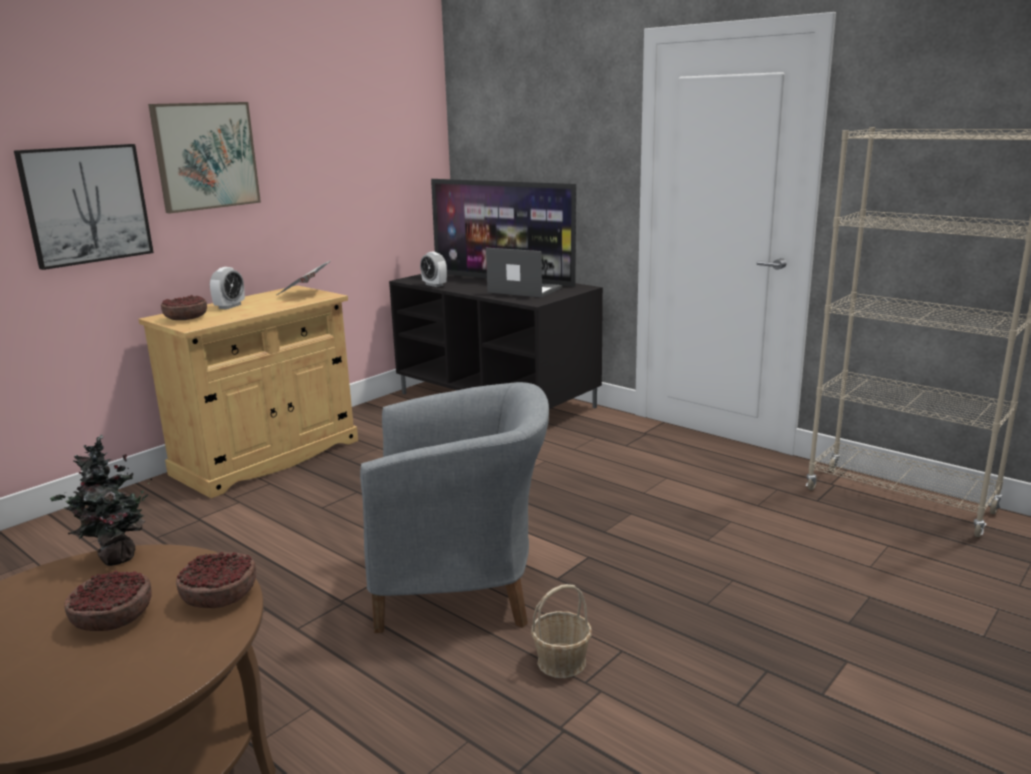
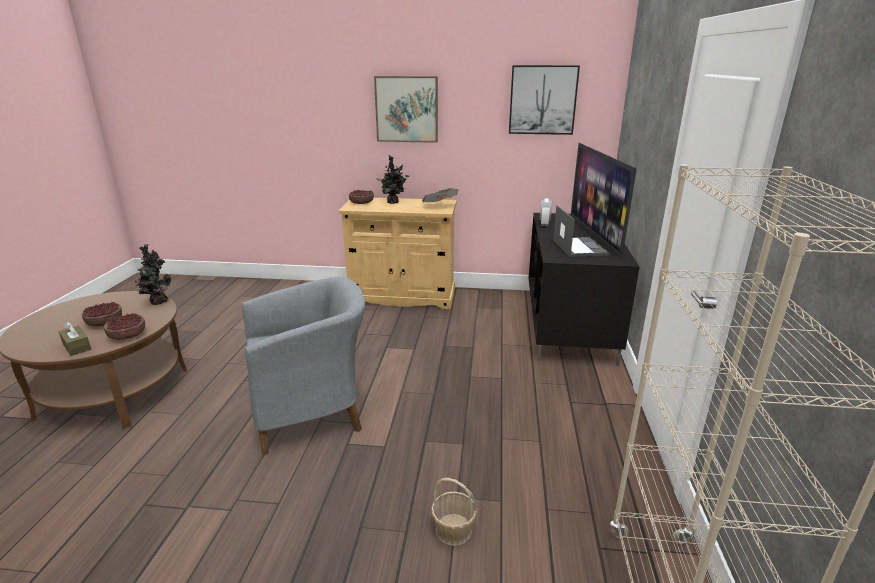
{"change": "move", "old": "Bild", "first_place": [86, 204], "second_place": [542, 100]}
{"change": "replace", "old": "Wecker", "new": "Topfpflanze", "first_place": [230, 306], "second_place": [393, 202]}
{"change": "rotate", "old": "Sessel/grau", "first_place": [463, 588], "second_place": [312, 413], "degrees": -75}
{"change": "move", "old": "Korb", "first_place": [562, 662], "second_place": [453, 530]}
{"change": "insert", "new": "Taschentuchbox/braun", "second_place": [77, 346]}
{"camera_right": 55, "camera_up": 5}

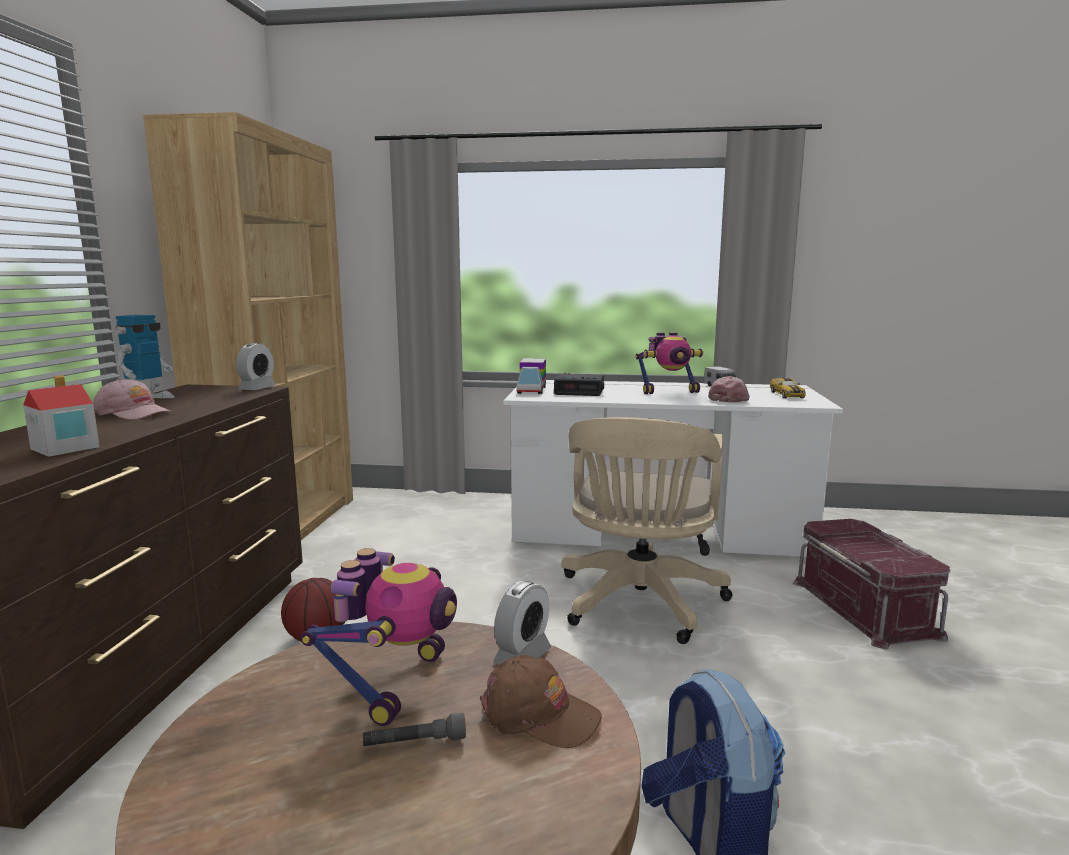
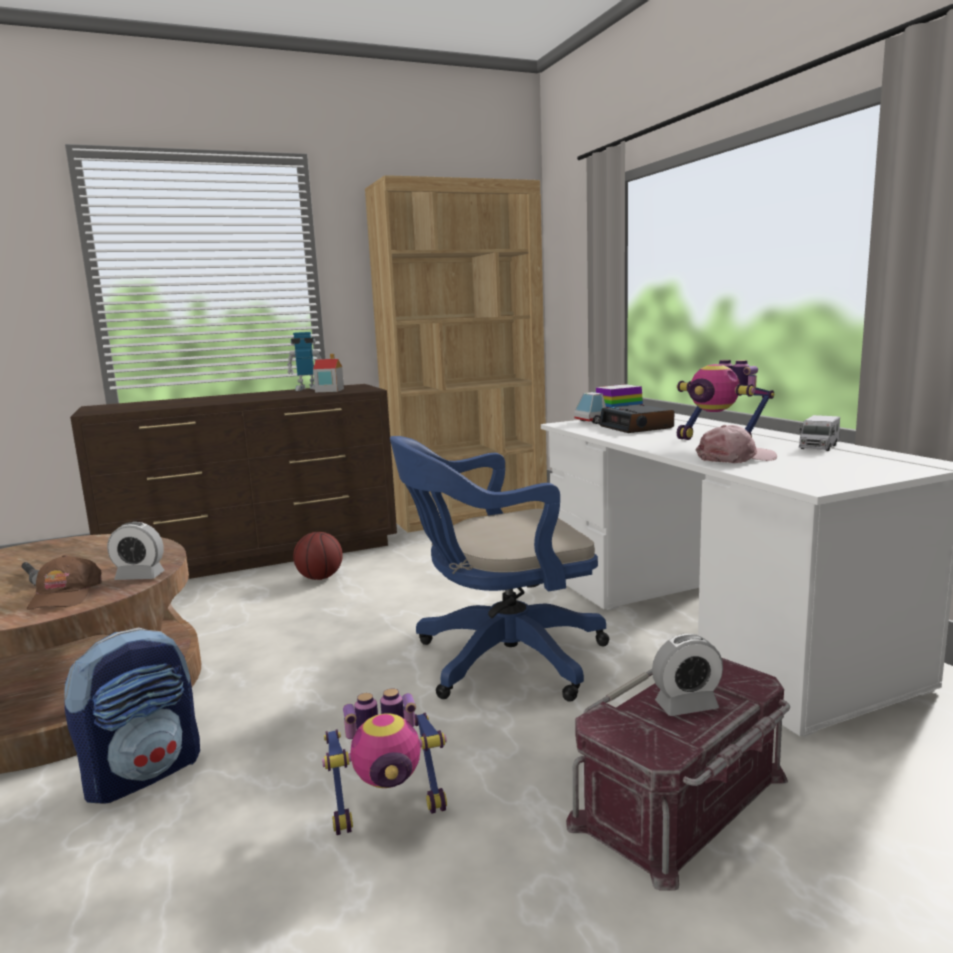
{"change": "move", "old": "Wecker", "first_place": [257, 388], "second_place": [686, 705]}
{"change": "move", "old": "Spielzeughaus", "first_place": [64, 448], "second_place": [329, 390]}
{"change": "delete", "old": "Spielzeugauto", "first_place": [786, 395]}
{"change": "delete", "old": "Kappe/rosa", "first_place": [134, 413]}
{"change": "recolor", "old": "Bürostuhl/beige", "new": "Bürostuhl/blau", "first_place": [639, 604], "second_place": [500, 660]}
{"change": "move", "old": "Spielzeugroboter", "first_place": [394, 683], "second_place": [389, 810]}
{"camera_right": 60, "camera_up": 0}

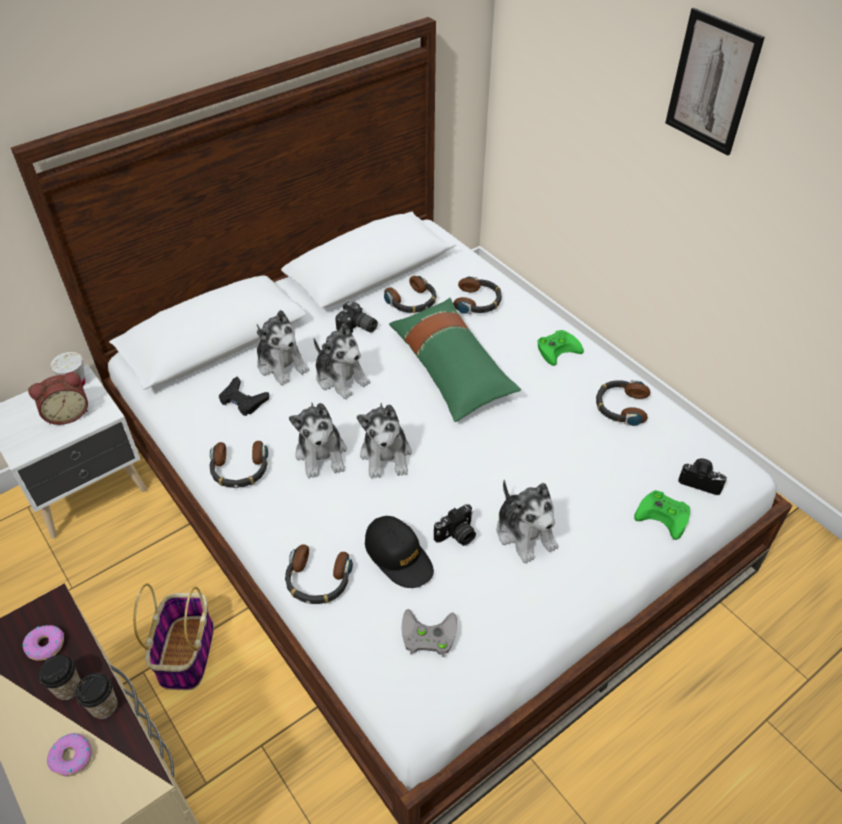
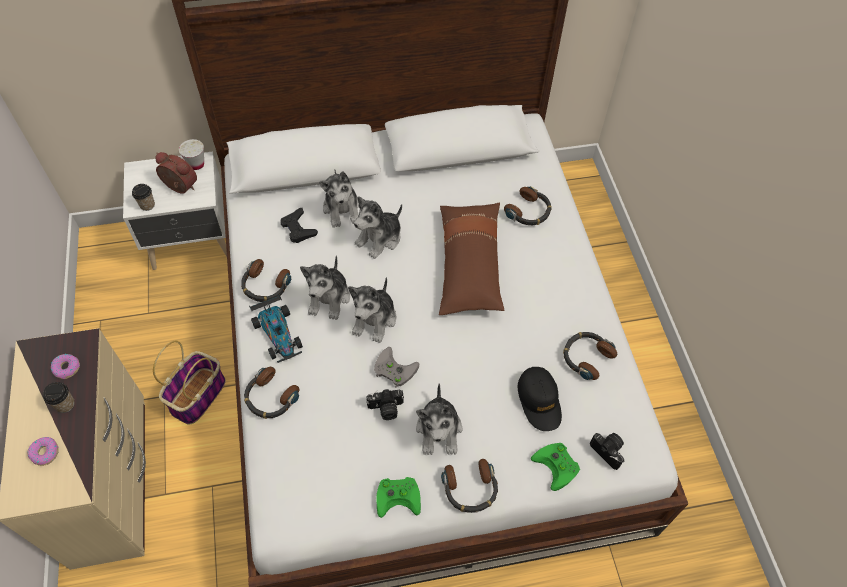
{"change": "delete", "old": "Bild", "first_place": [712, 82]}
{"change": "move", "old": "Kopfhörer", "first_place": [412, 301], "second_place": [470, 489]}
{"change": "recolor", "old": "Kissen/grün", "new": "Kissen/braun", "first_place": [451, 369], "second_place": [469, 265]}
{"change": "delete", "old": "Kamera", "first_place": [357, 328]}
{"change": "rotate", "old": "Plüschtier", "first_place": [341, 378], "second_place": [380, 238], "degrees": 60}
{"change": "move", "old": "Gamepad/grün", "first_place": [558, 348], "second_place": [399, 496]}
{"change": "rotate", "old": "Wecker", "first_place": [67, 413], "second_place": [179, 187], "degrees": -150}
{"change": "move", "old": "Kappe/schwarz", "first_place": [399, 556], "second_place": [539, 401]}
{"change": "move", "old": "Gamepad/grau", "first_place": [426, 636], "second_place": [393, 369]}
{"change": "move", "old": "Tasse", "first_place": [104, 706], "second_place": [147, 205]}
{"change": "insert", "new": "Spielzeugauto", "second_place": [278, 334]}
{"camera_right": 25, "camera_up": 10}

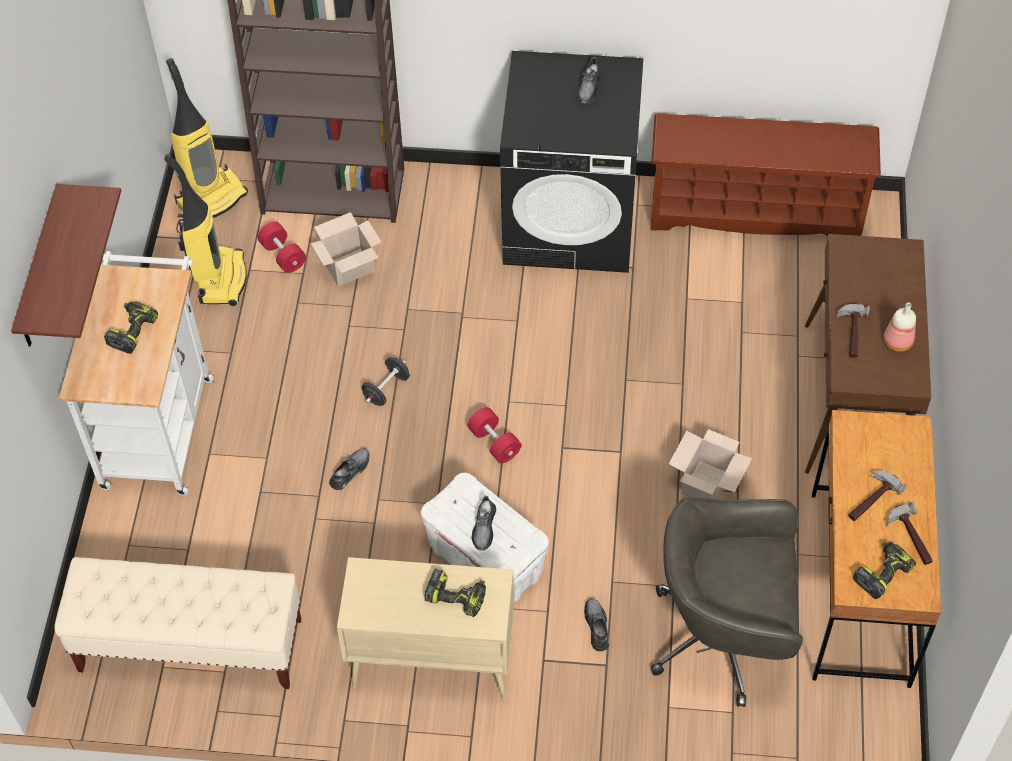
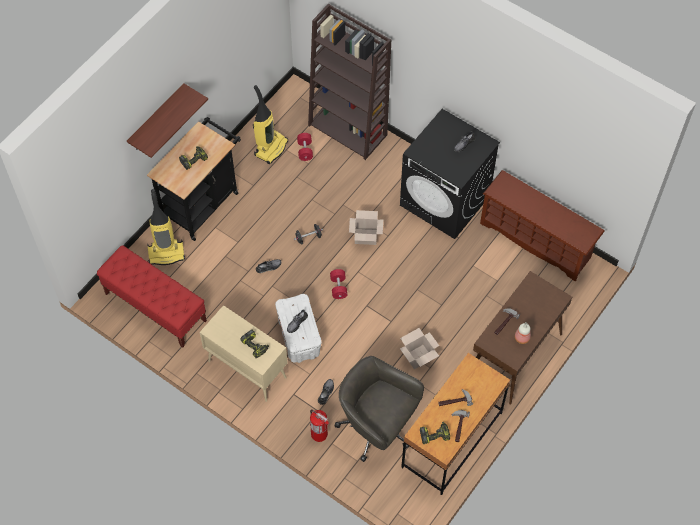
{"change": "move", "old": "Staubsauger", "first_place": [211, 198], "second_place": [166, 253]}
{"change": "move", "old": "Karton", "first_place": [348, 268], "second_place": [365, 237]}
{"change": "recolor", "old": "Rollwagen/weiß", "new": "Rollwagen/schwarz", "first_place": [159, 424], "second_place": [203, 202]}
{"change": "recolor", "old": "Bank/beige", "new": "Bank/rot", "first_place": [190, 645], "second_place": [155, 307]}
{"change": "insert", "new": "Feuerlöscher", "second_place": [319, 434]}
{"camera_right": 30, "camera_up": 5}

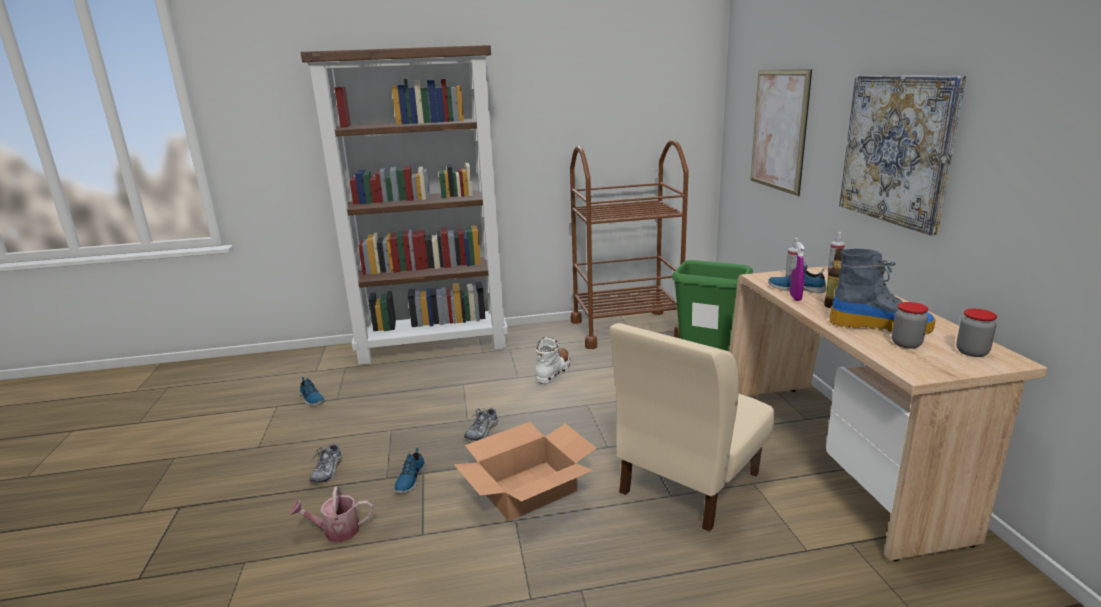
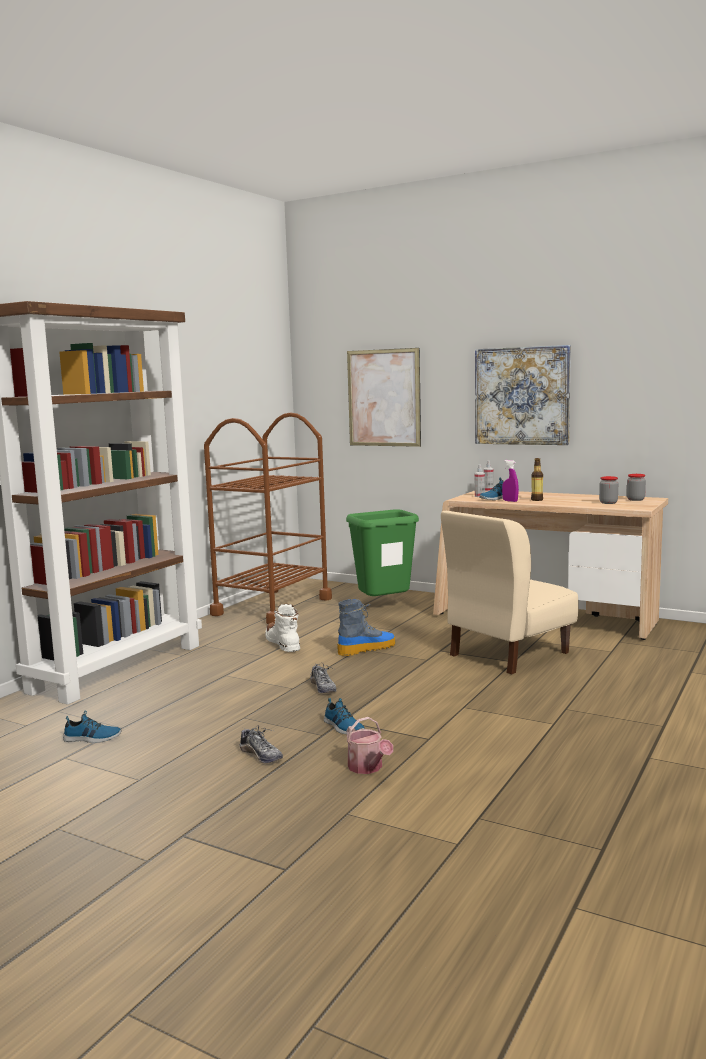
{"change": "move", "old": "Stiefel", "first_place": [880, 326], "second_place": [366, 649]}
{"change": "rotate", "old": "Stuhl/beige", "first_place": [688, 483], "second_place": [507, 654], "degrees": 60}
{"change": "delete", "old": "Karton", "first_place": [528, 489]}
{"change": "rotate", "old": "Gießkanne", "first_place": [336, 531], "second_place": [368, 768], "degrees": -60}
{"camera_right": -50, "camera_up": -10}

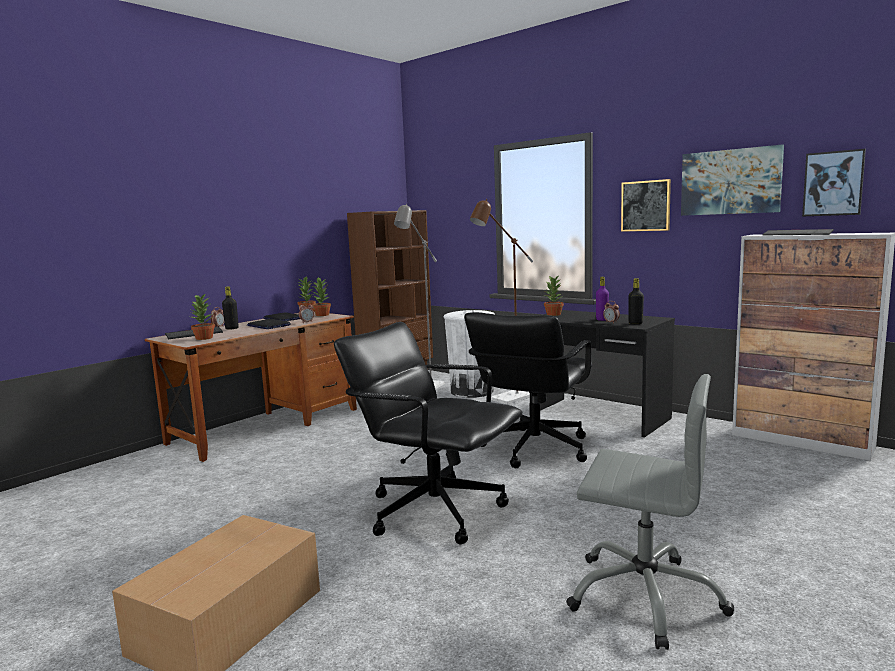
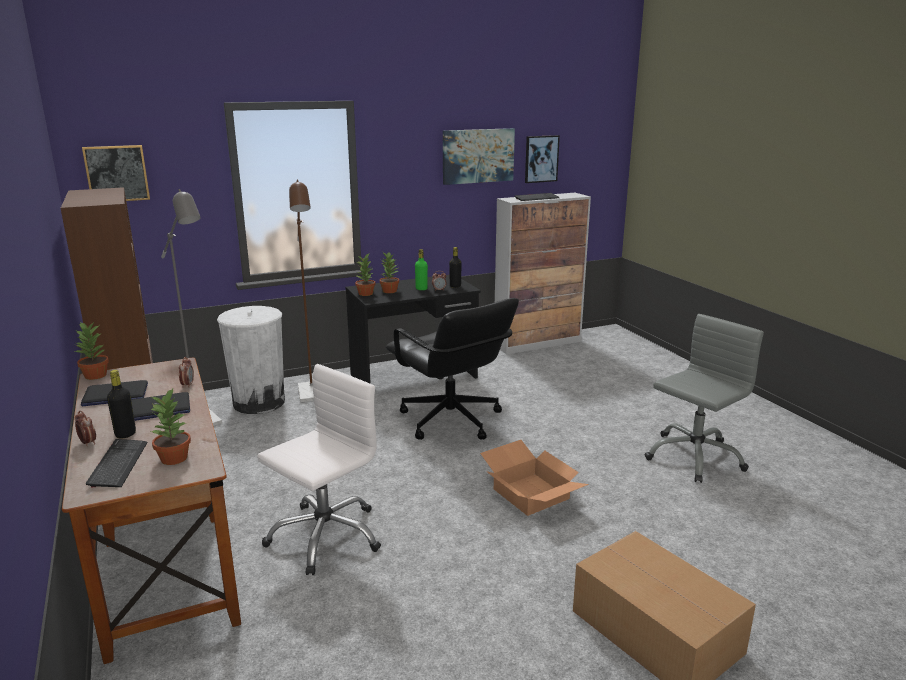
{"change": "move", "old": "Bild", "first_place": [645, 206], "second_place": [116, 173]}
{"change": "move", "old": "Topfpflanze", "first_place": [322, 315], "second_place": [389, 291]}
{"change": "recolor", "old": "Flasche/lila", "new": "Flasche/grün", "first_place": [602, 319], "second_place": [421, 289]}
{"change": "replace", "old": "Bürostuhl/schwarz", "new": "Karton", "first_place": [434, 510], "second_place": [529, 494]}
{"change": "insert", "new": "Bürostuhl/weiß", "second_place": [325, 536]}
{"camera_right": -65, "camera_up": 10}

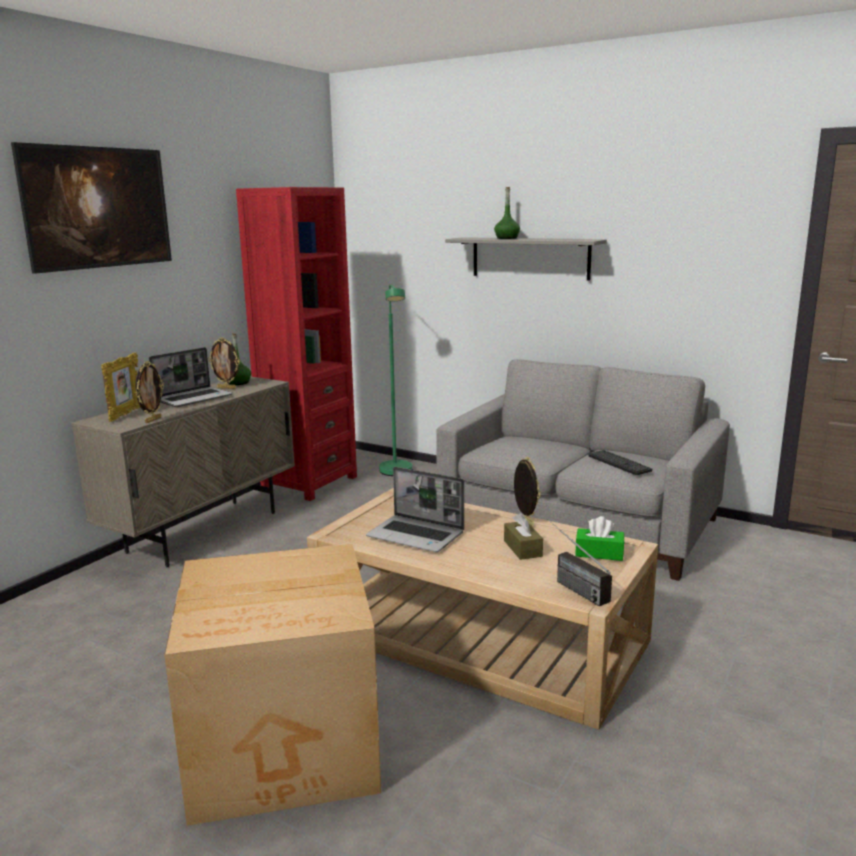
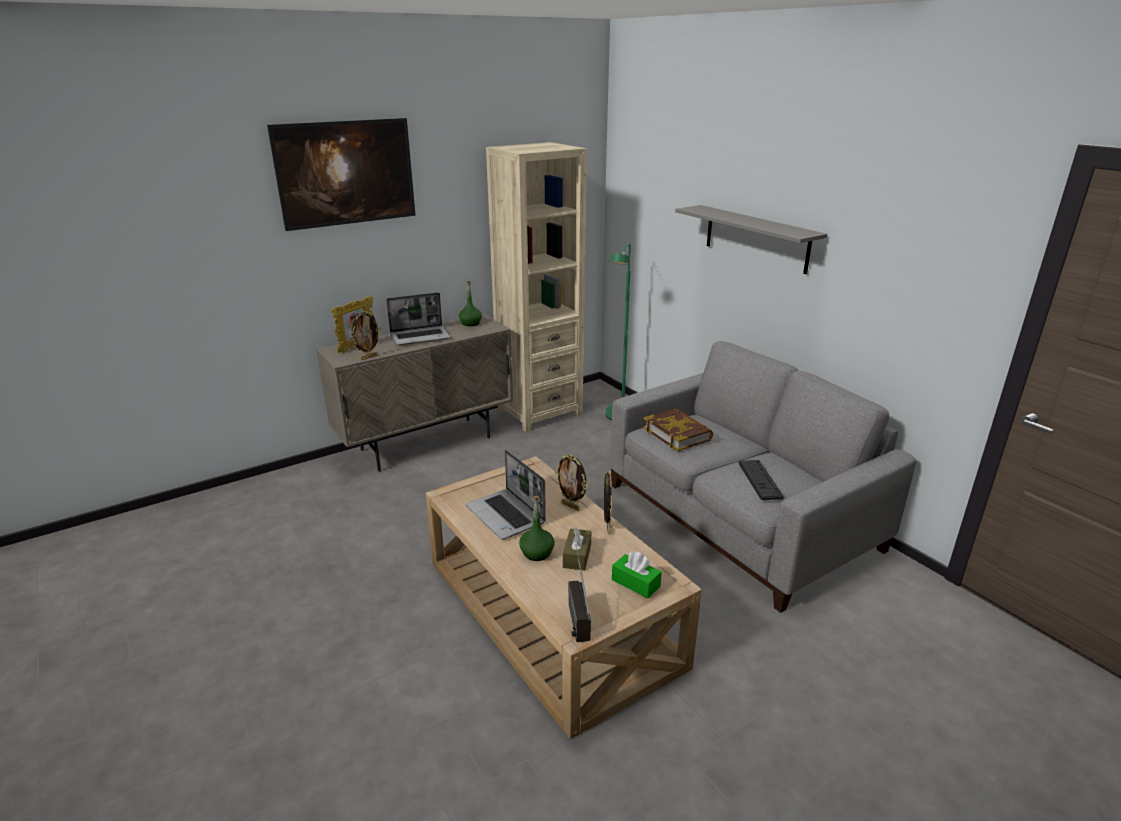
{"change": "recolor", "old": "Bücherregal/rot", "new": "Bücherregal/beige", "first_place": [309, 483], "second_place": [539, 412]}
{"change": "move", "old": "Flasche/grün", "first_place": [506, 238], "second_place": [537, 553]}
{"change": "move", "old": "Bilderrahmen", "first_place": [227, 388], "second_place": [571, 506]}
{"change": "delete", "old": "Karton", "first_place": [286, 746]}
{"change": "insert", "new": "Buch", "second_place": [677, 434]}
{"camera_right": 25, "camera_up": 10}

